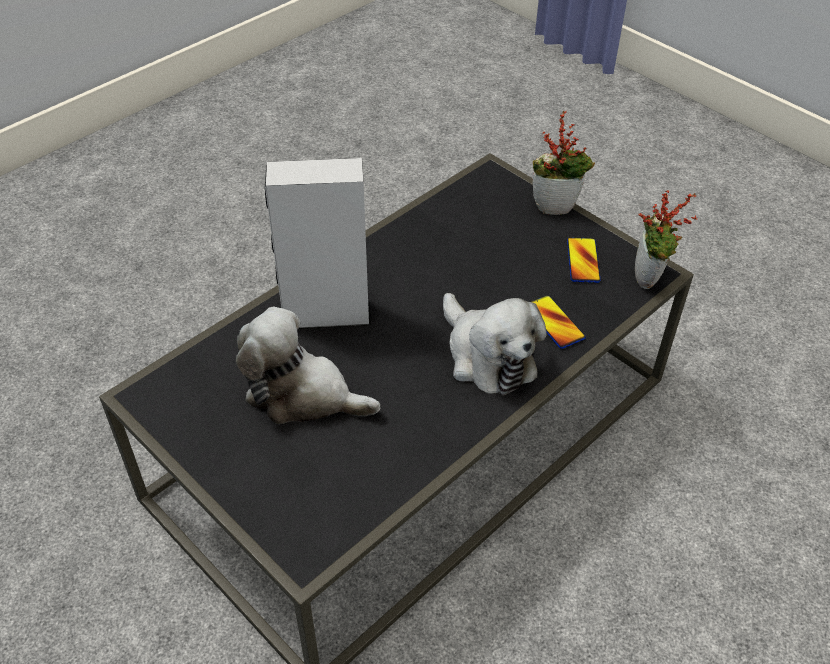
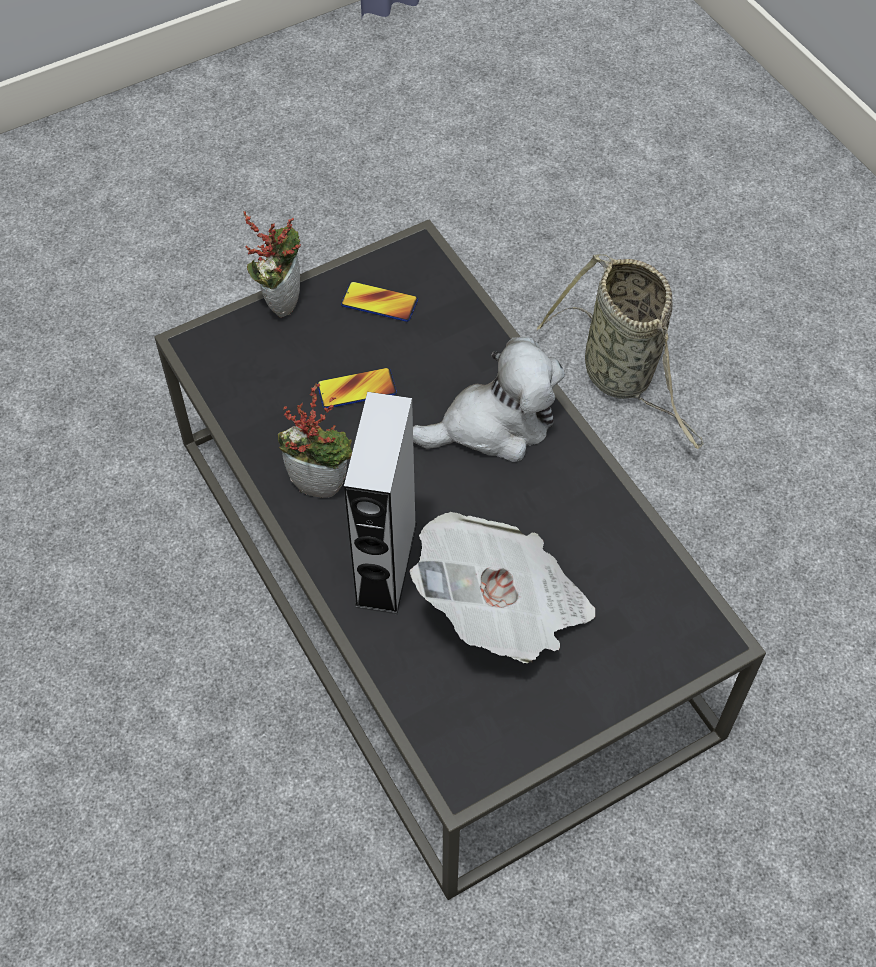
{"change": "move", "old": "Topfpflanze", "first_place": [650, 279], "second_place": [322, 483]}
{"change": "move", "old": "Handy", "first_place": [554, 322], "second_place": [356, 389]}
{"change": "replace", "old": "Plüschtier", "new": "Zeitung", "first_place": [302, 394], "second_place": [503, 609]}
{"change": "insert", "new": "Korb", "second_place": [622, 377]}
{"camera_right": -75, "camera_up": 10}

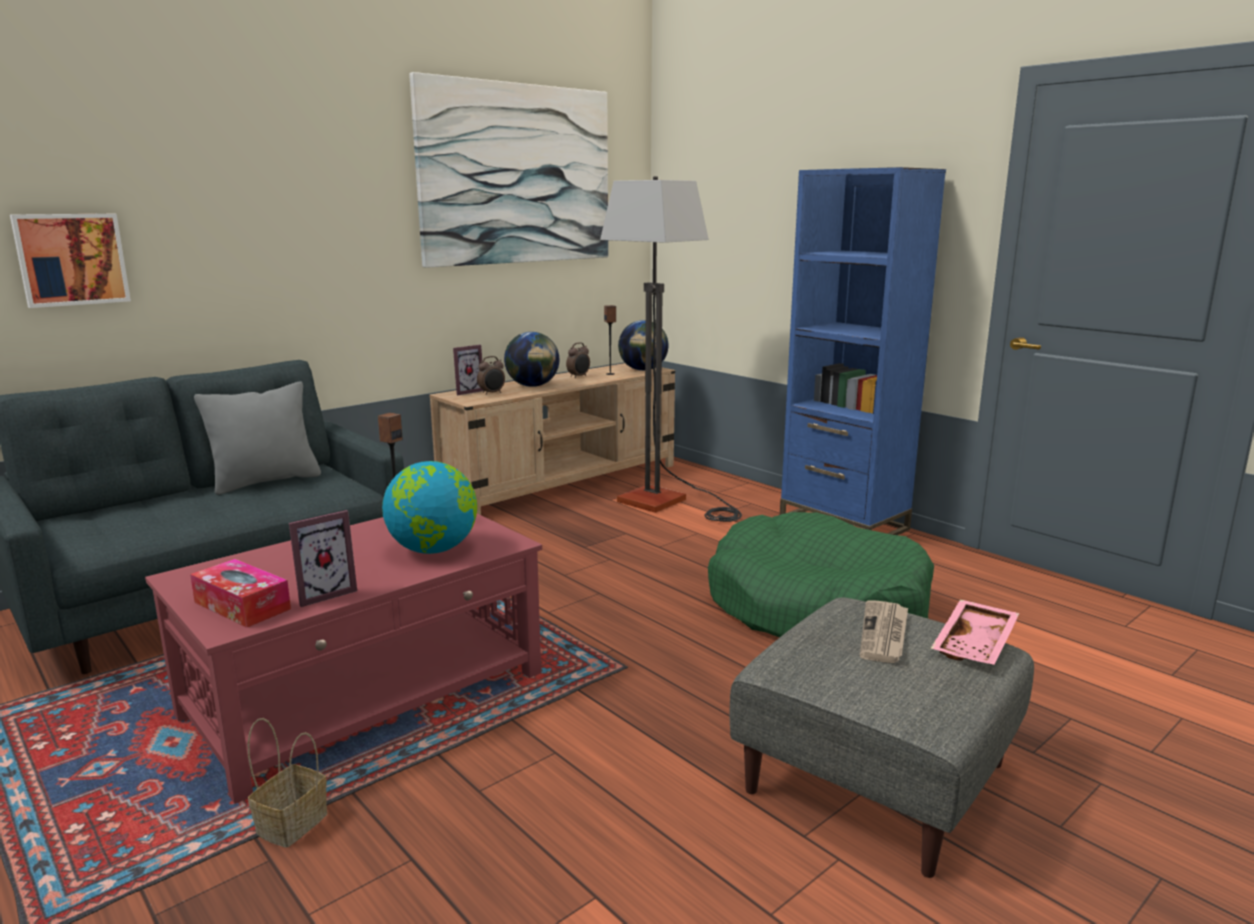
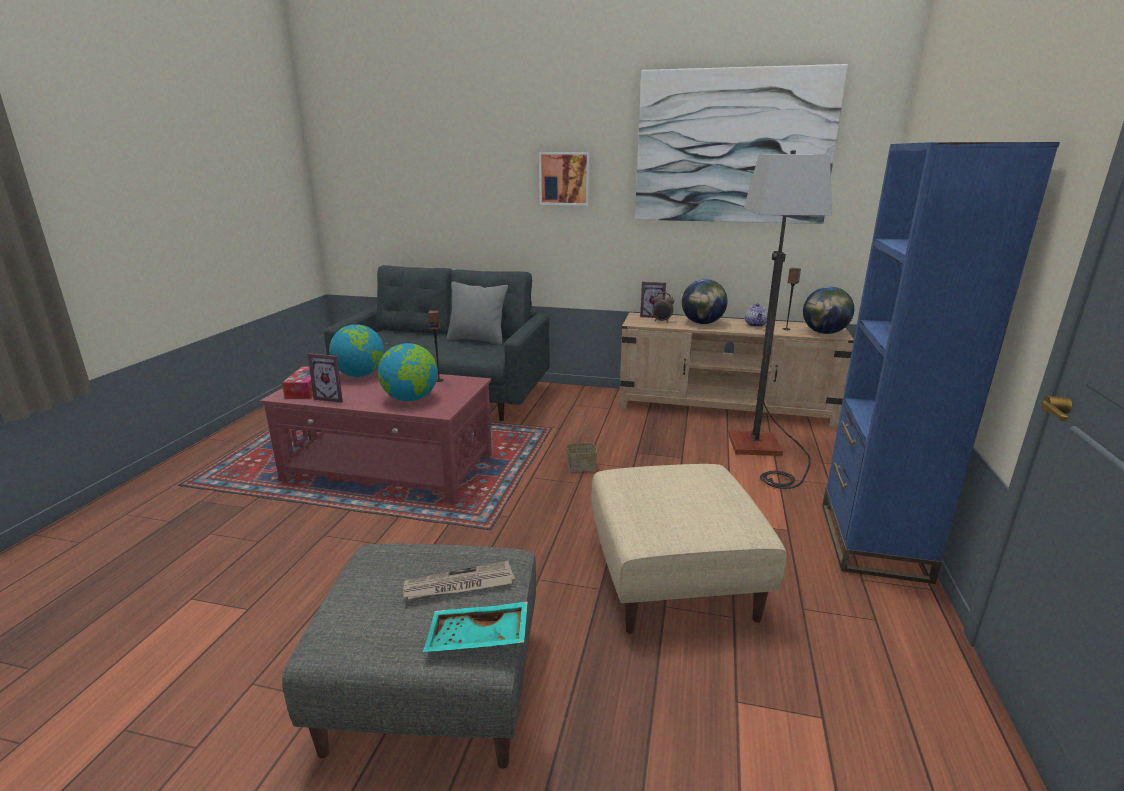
{"change": "move", "old": "Bild", "first_place": [71, 259], "second_place": [565, 178]}
{"change": "replace", "old": "Wecker", "new": "Teekanne", "first_place": [579, 376], "second_place": [756, 325]}
{"change": "replace", "old": "Hundebett/grün", "new": "Polsterhocker/beige", "first_place": [816, 608], "second_place": [675, 579]}
{"change": "recolor", "old": "Tablett/rosa", "new": "Tablett/türkis", "first_place": [976, 645], "second_place": [477, 639]}
{"change": "move", "old": "Korb", "first_place": [293, 822], "second_place": [582, 466]}
{"change": "insert", "new": "Globus", "second_place": [360, 375]}
{"camera_right": 55, "camera_up": 5}

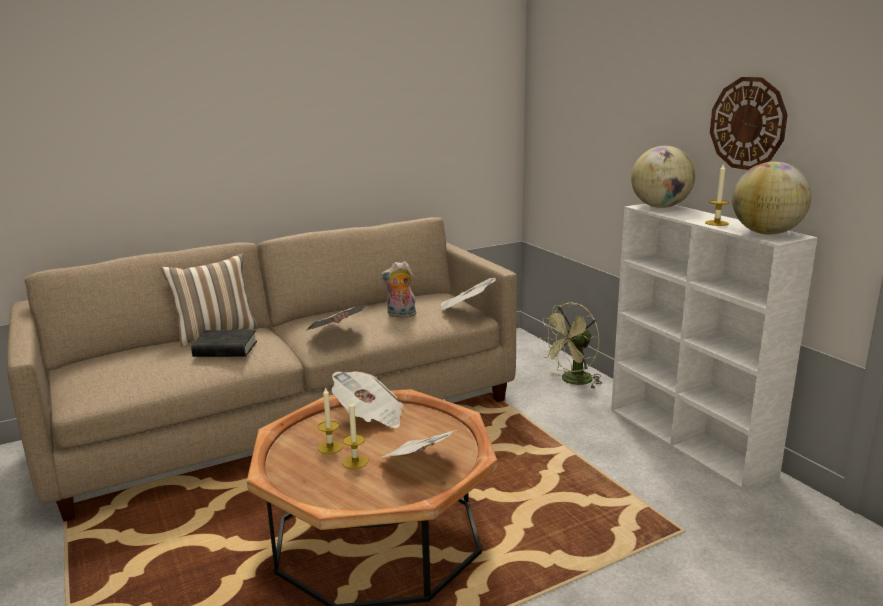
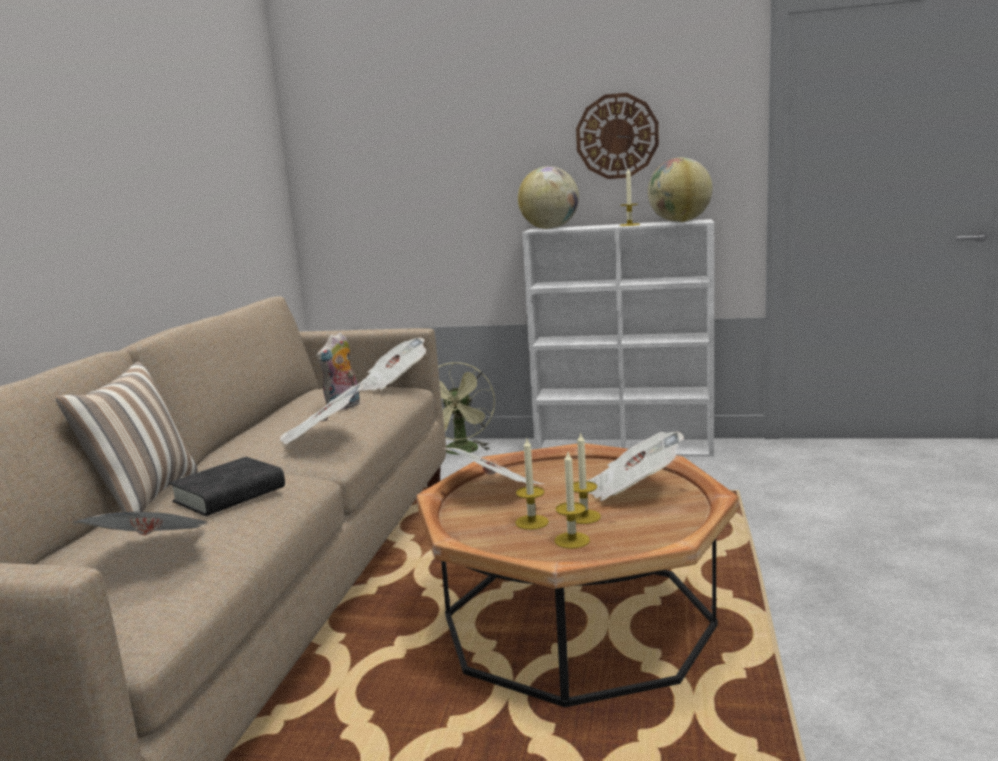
{"change": "insert", "new": "Kerze", "second_place": [572, 540]}
{"change": "insert", "new": "Zeitung", "second_place": [154, 554]}
{"camera_right": -50, "camera_up": -5}

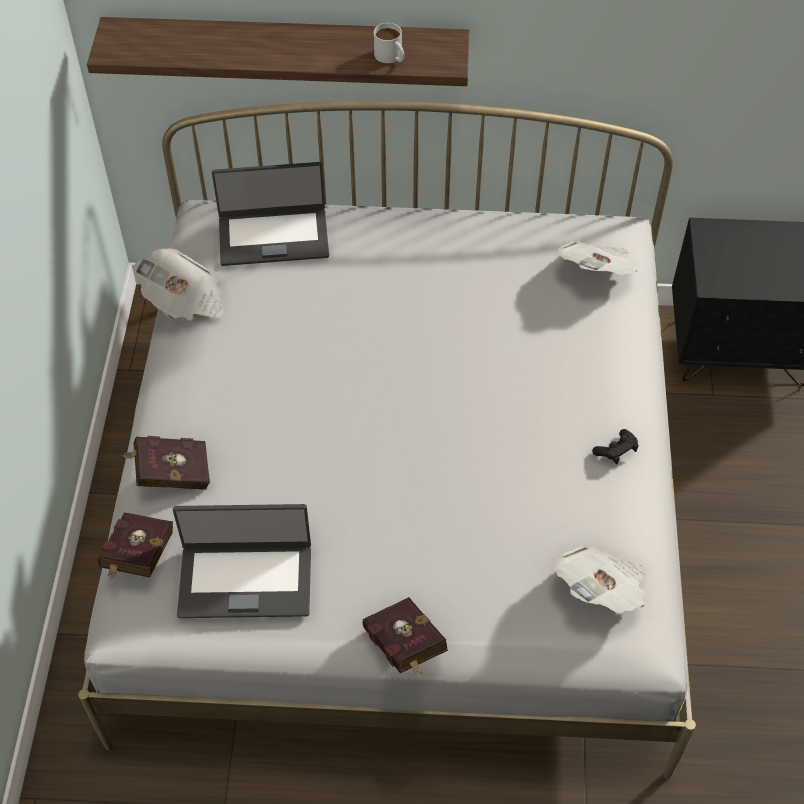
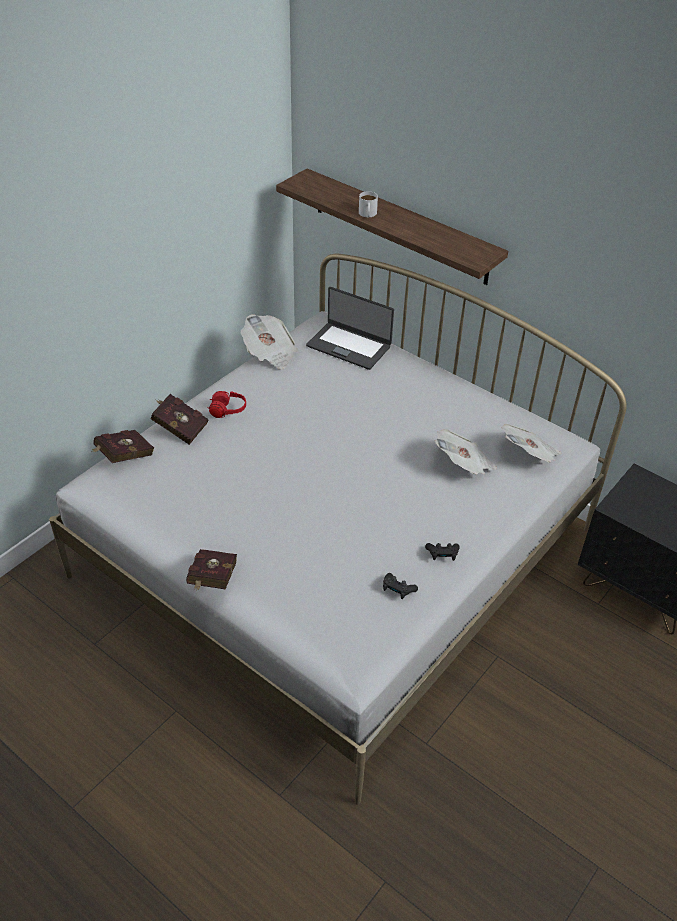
{"change": "move", "old": "Henkelbecher/weiß", "first_place": [391, 57], "second_place": [367, 214]}
{"change": "delete", "old": "Laptop", "first_place": [245, 579]}
{"change": "move", "old": "Zeitung", "first_place": [602, 590], "second_place": [464, 465]}
{"change": "insert", "new": "Kopfhörer/rot", "second_place": [227, 412]}
{"change": "insert", "new": "Gamepad/schwarz", "second_place": [397, 590]}
{"camera_right": 35, "camera_up": -10}

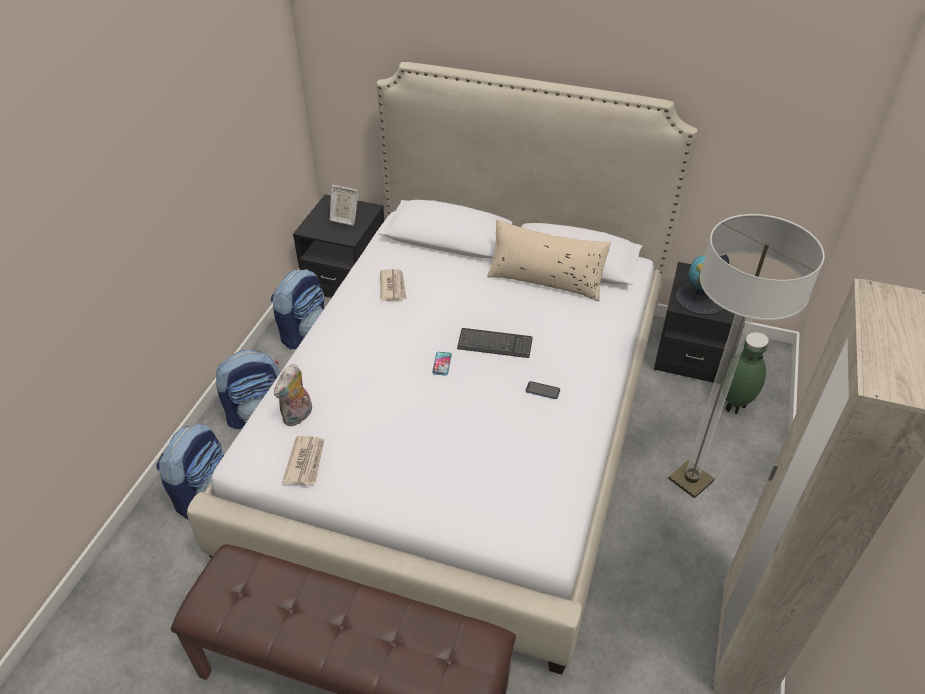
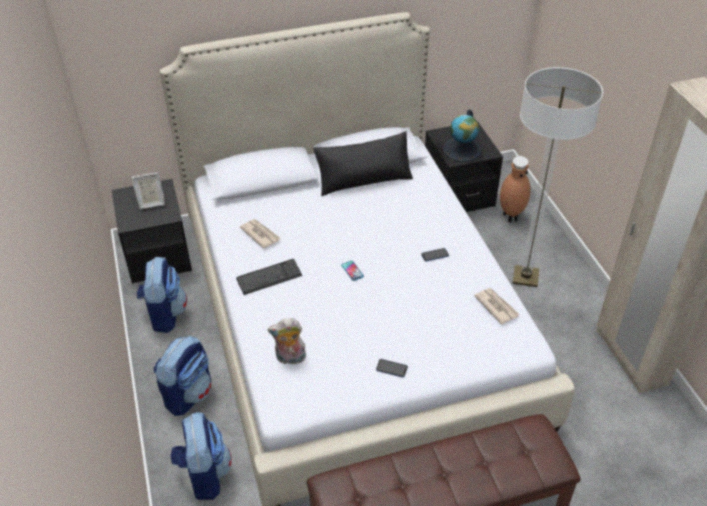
{"change": "recolor", "old": "Kissen/beige", "new": "Kissen/schwarz", "first_place": [545, 280], "second_place": [364, 180]}
{"change": "move", "old": "Tastatur", "first_place": [495, 344], "second_place": [269, 278]}
{"change": "recolor", "old": "Vase/grün", "new": "Vase/braun", "first_place": [733, 405], "second_place": [510, 216]}
{"change": "rotate", "old": "Plüschtier", "first_place": [298, 417], "second_place": [290, 359], "degrees": 90}
{"change": "move", "old": "Zeitung", "first_place": [306, 461], "second_place": [496, 306]}
{"change": "insert", "new": "Handy", "second_place": [391, 368]}
{"camera_right": -35, "camera_up": 0}

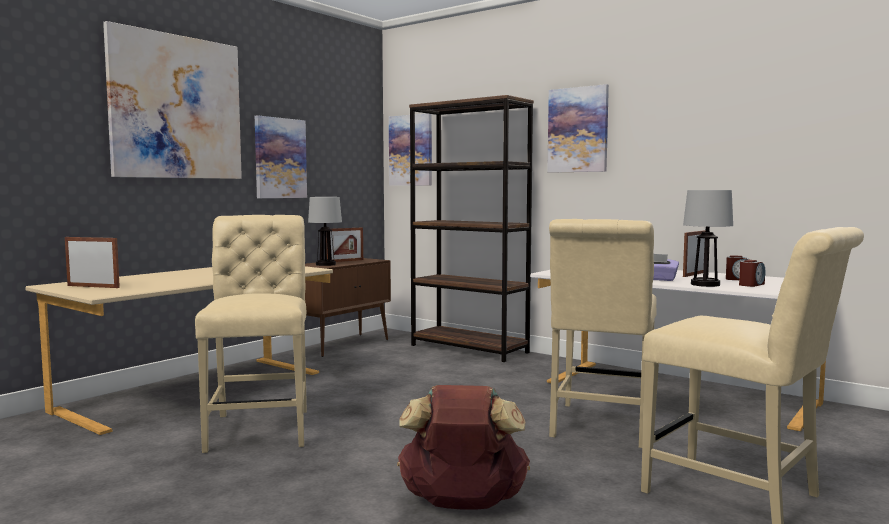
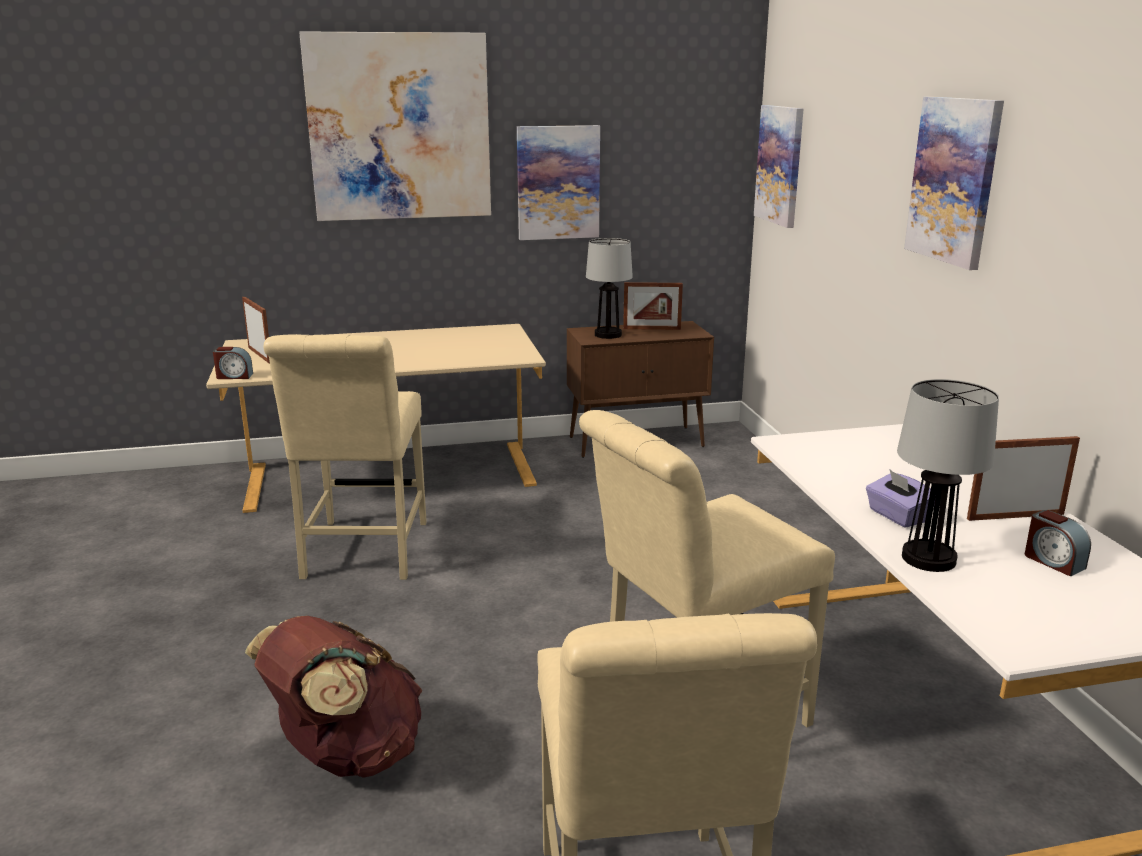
{"change": "delete", "old": "Bücherregal/braun", "first_place": [469, 349]}
{"change": "rotate", "old": "Stuhl/beige", "first_place": [261, 427], "second_place": [362, 553], "degrees": 150}
{"change": "move", "old": "Wecker", "first_place": [751, 284], "second_place": [234, 376]}
{"camera_right": 40, "camera_up": 15}

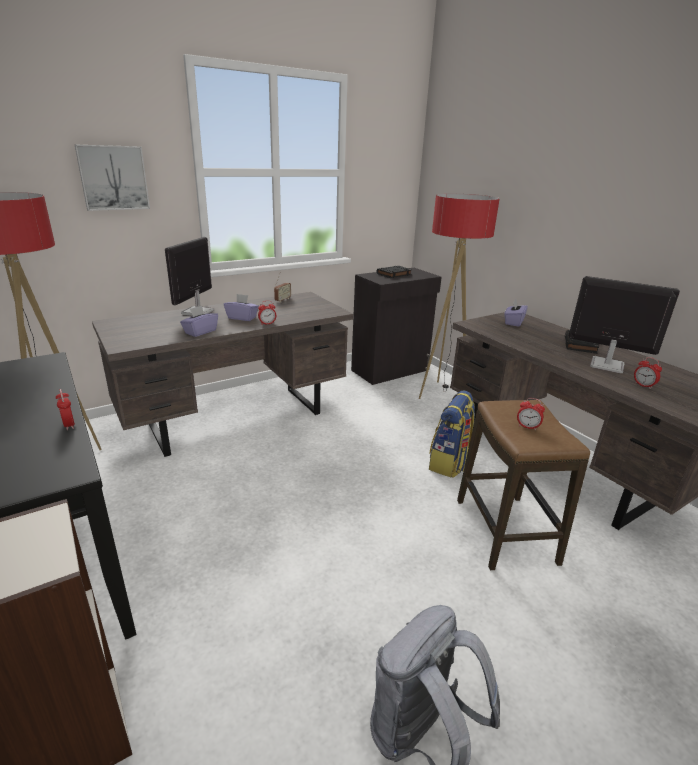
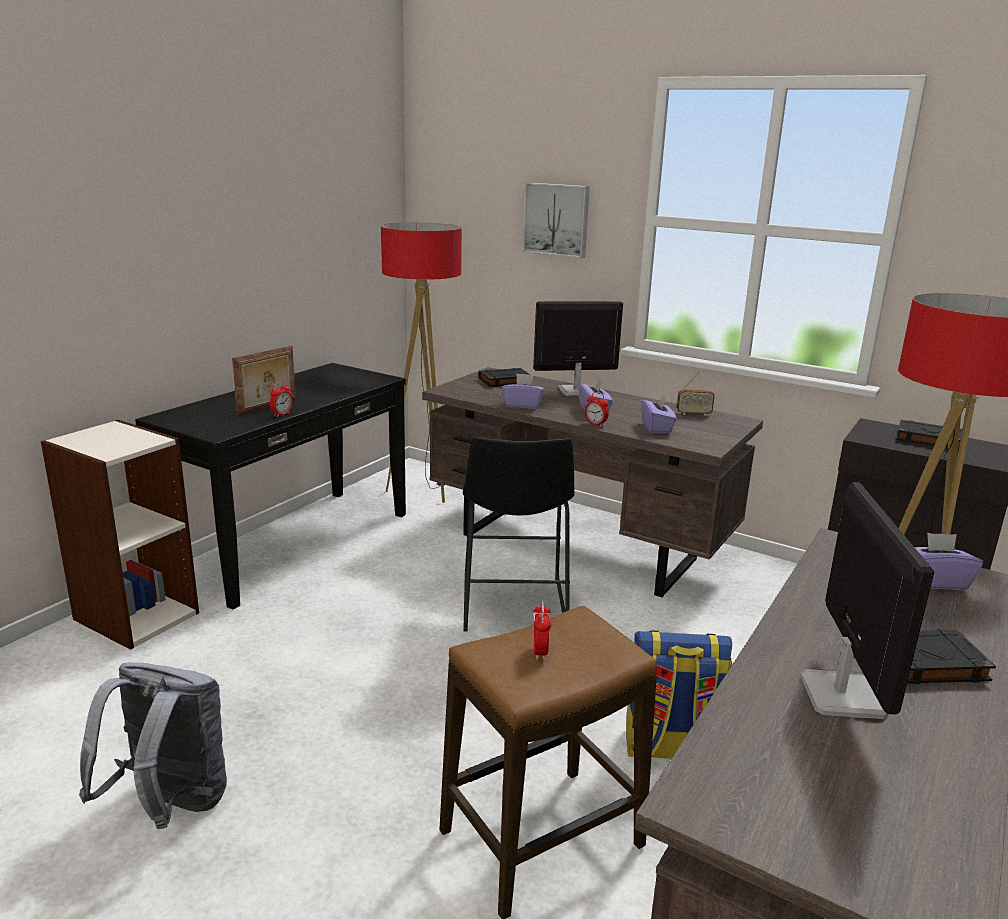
{"change": "delete", "old": "Wecker", "first_place": [643, 385]}
{"change": "insert", "new": "Bilderrahmen", "second_place": [268, 407]}
{"change": "insert", "new": "Buch/schwarz", "second_place": [504, 381]}
{"change": "insert", "new": "Taschentuchbox/lila", "second_place": [657, 428]}
{"change": "insert", "new": "Hocker/schwarz", "second_place": [513, 608]}
{"camera_right": 65, "camera_up": -5}

